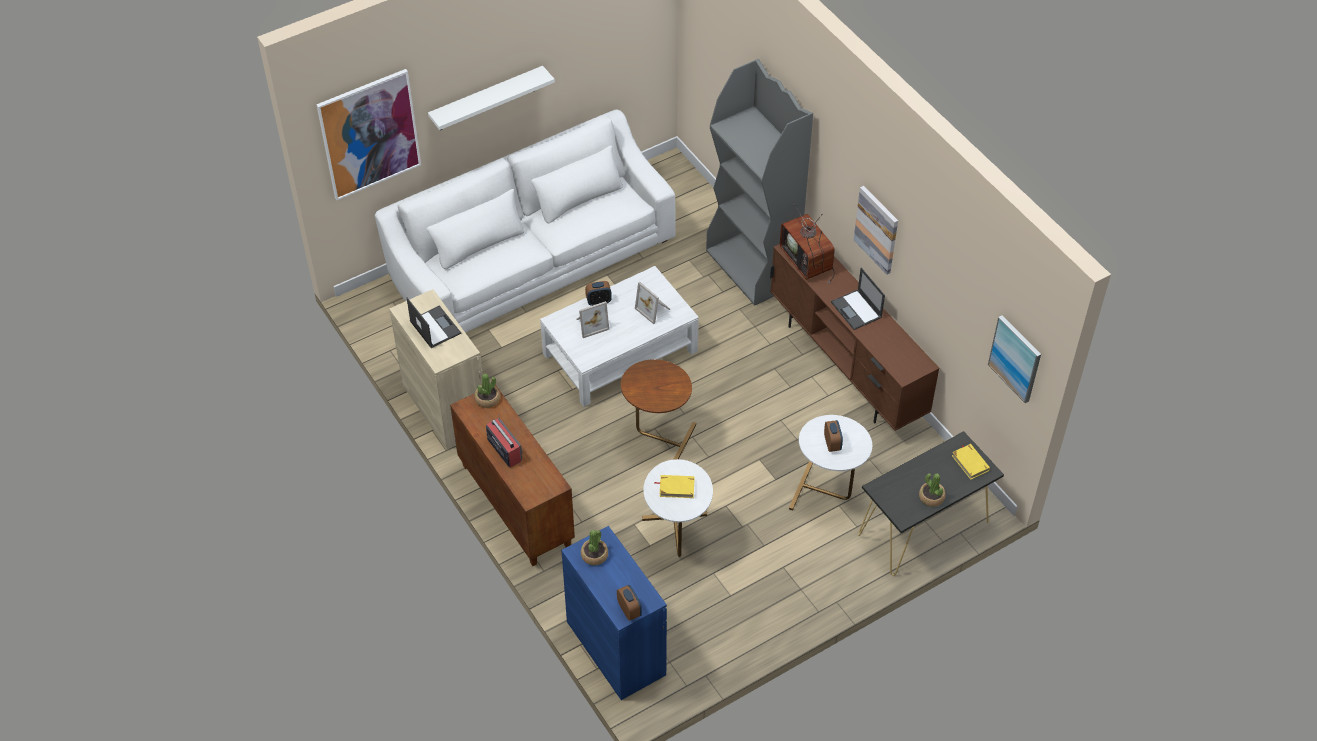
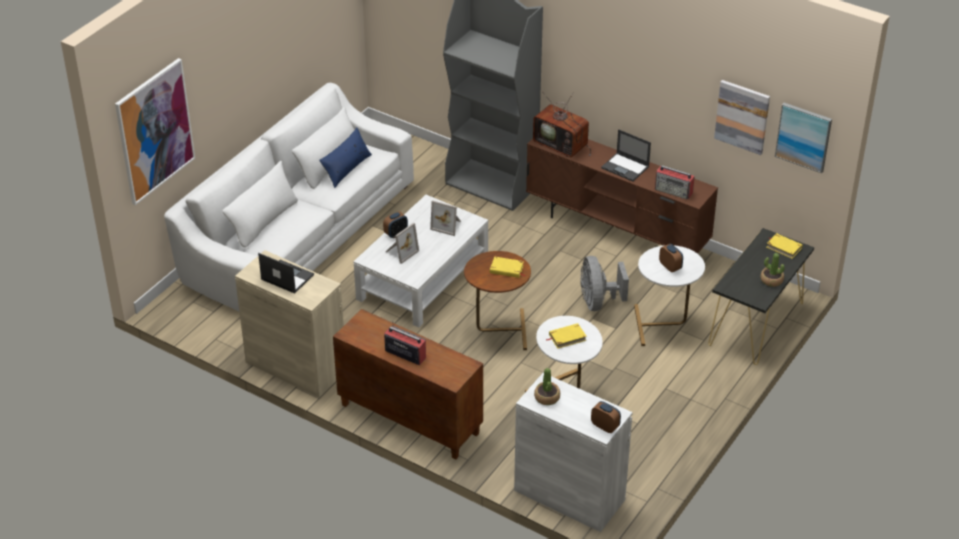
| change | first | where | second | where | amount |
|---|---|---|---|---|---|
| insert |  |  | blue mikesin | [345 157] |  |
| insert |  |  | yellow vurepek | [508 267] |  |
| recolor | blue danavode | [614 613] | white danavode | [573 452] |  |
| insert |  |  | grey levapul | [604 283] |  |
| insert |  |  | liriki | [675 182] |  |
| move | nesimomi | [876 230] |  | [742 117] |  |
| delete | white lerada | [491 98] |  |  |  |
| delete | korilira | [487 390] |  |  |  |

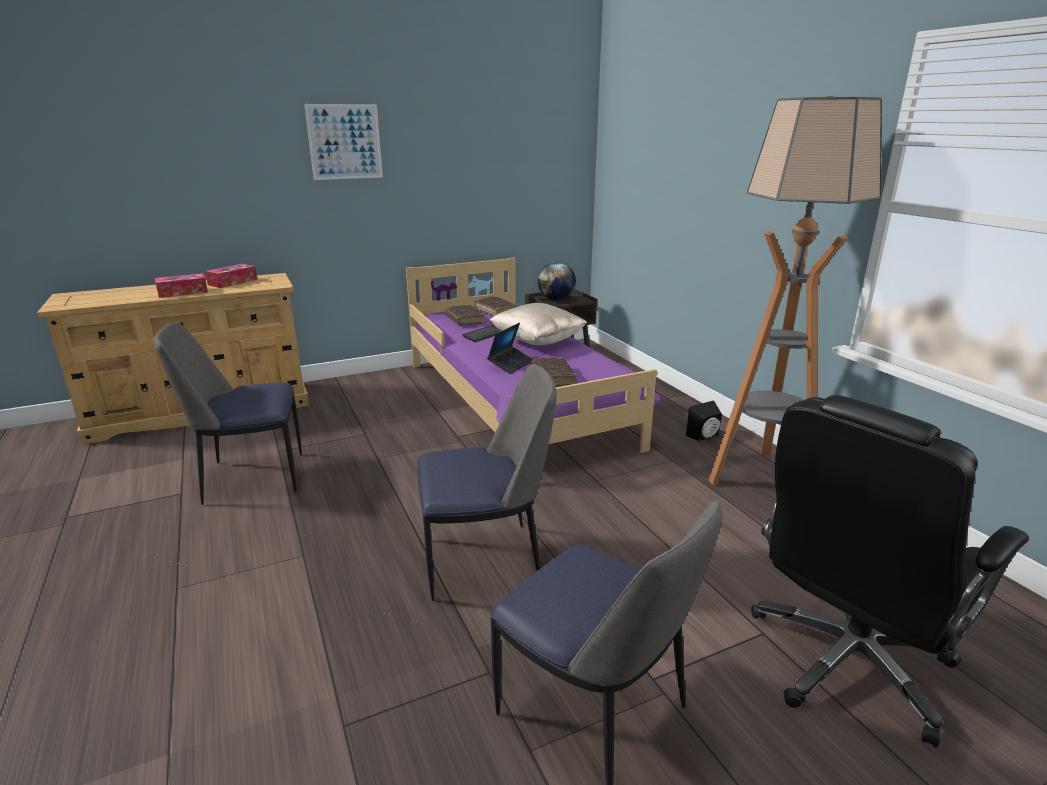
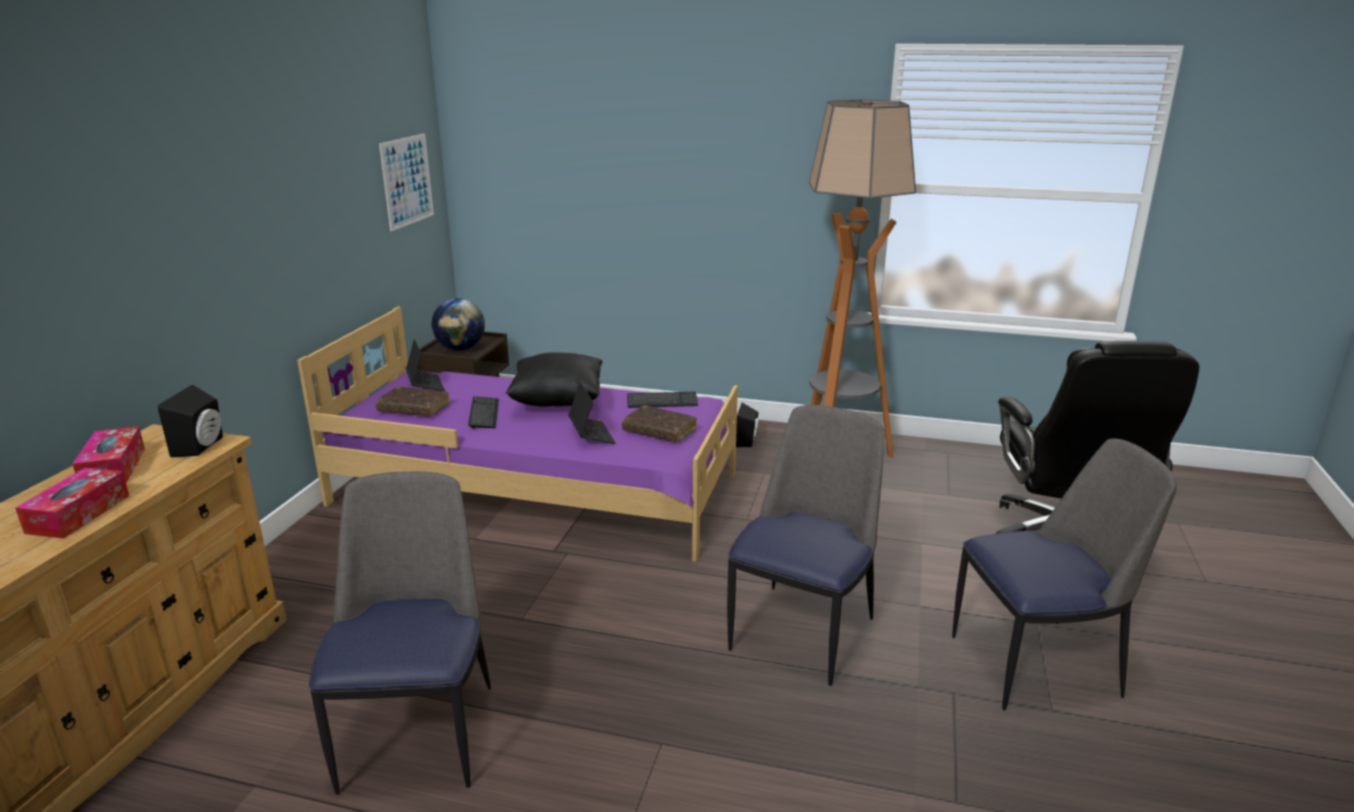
| change | first | where | second | where | amount |
|---|---|---|---|---|---|
| insert |  |  | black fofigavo | [190 421] |  |
| rotate | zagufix | [228 413] |  | [400 633] | 150 degrees clockwise |
| move | nesimomi | [343 142] |  | [406 182] |  |
| replace | brown vurepek | [496 306] | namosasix | [425 365] |  |
| recolor | beige mikesin | [538 324] | black mikesin | [554 379] |  |
| insert |  |  | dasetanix | [662 400] |  |

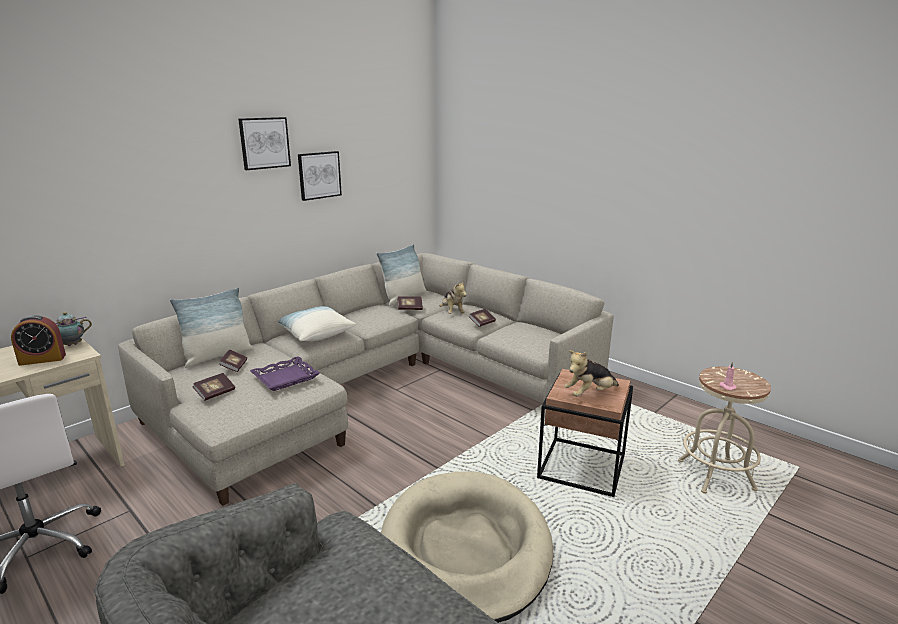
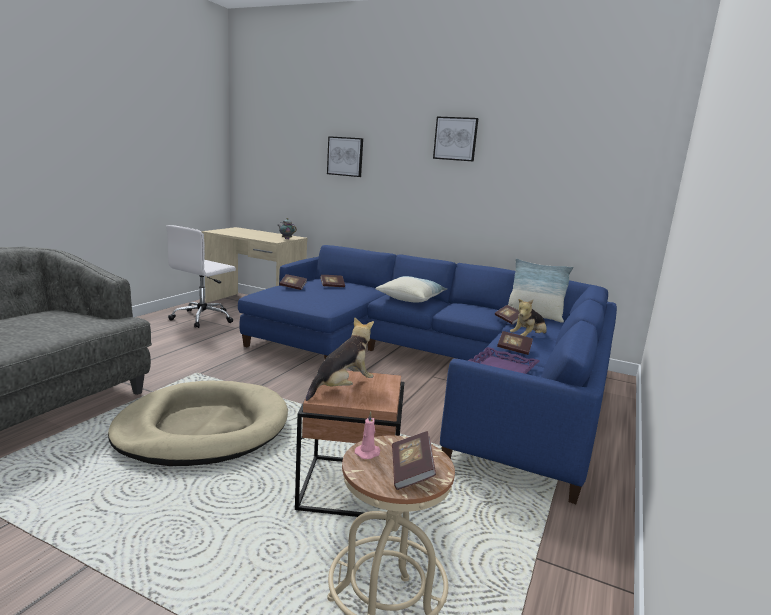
| change | first | where | second | where | amount |
|---|---|---|---|---|---|
| recolor | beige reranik | [366 379] | blue reranik | [427 374] |  |
| rotate | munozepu | [591 373] |  | [340 359] | 90 degrees clockwise |
| move | nesimomi | [320 176] |  | [345 156] |  |
| insert |  |  | vurepek | [414 460] |  |
| move | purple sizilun | [285 373] |  | [503 360] |  |
| delete | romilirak | [38 340] |  |  |  |
| delete | mikesin | [212 327] |  |  |  |

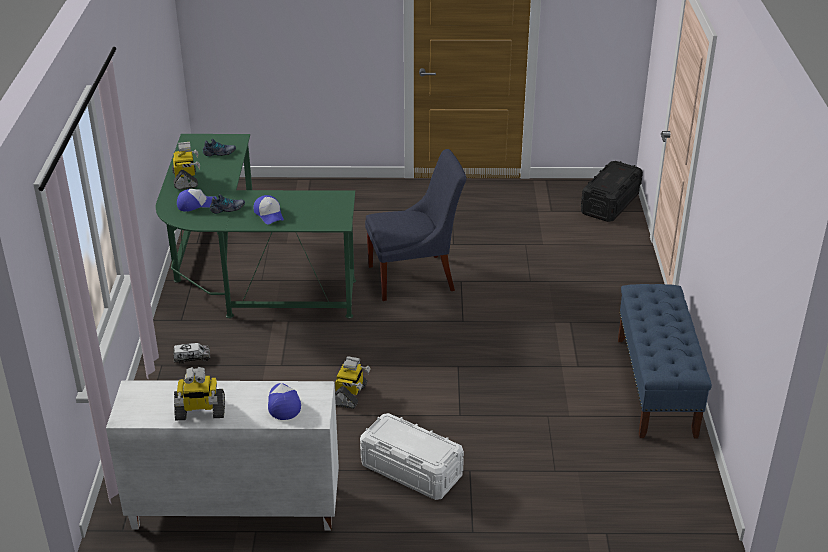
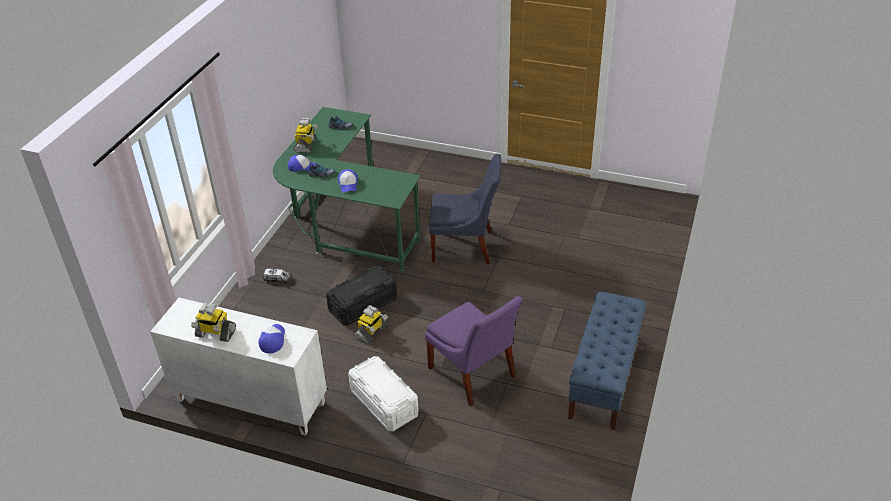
| change | first | where | second | where | amount |
|---|---|---|---|---|---|
| move | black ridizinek | [612 191] |  | [361 296] |  |
| insert |  |  | purple zagufix | [474 351] |  |

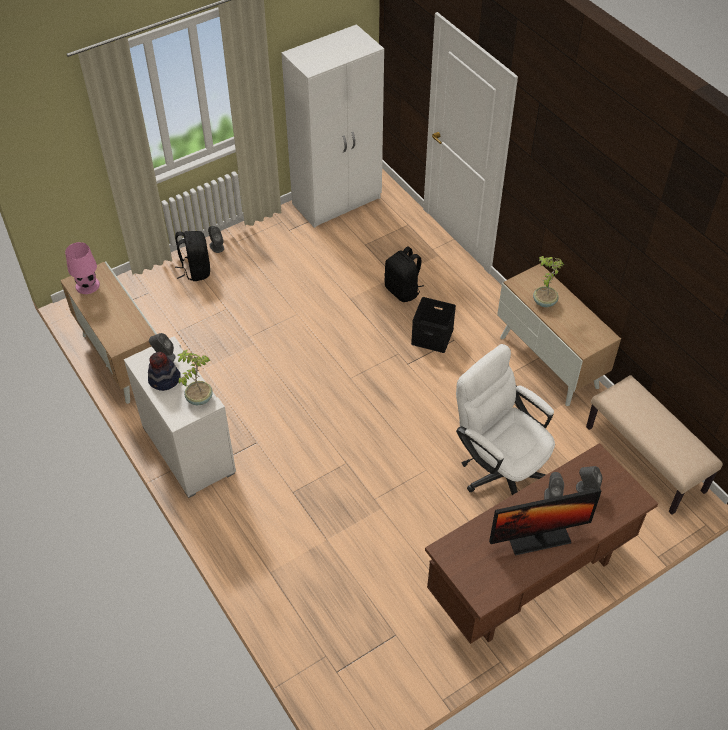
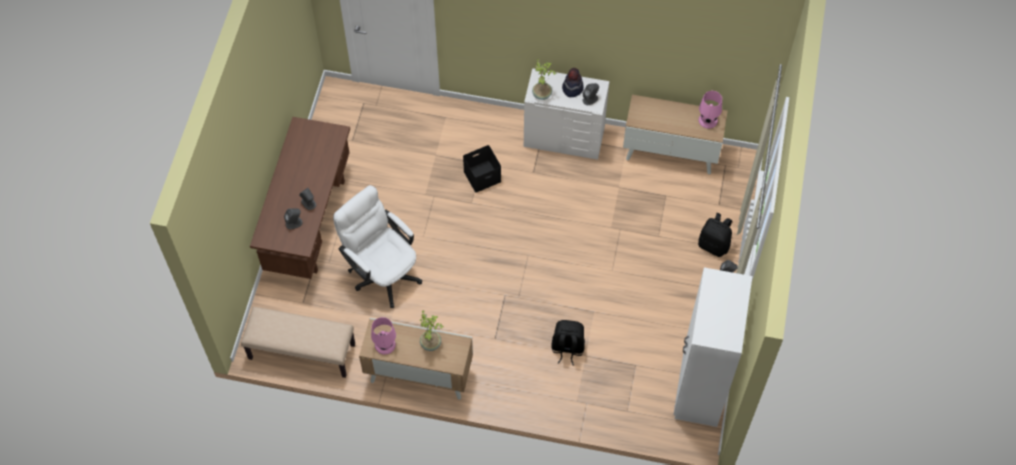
| change | first | where | second | where | amount |
|---|---|---|---|---|---|
| rotate | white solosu | [505 419] |  | [377 246] | 135 degrees counterclockwise |
| insert |  |  | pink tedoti | [383 336] |  |
| move | black ridizinek | [433 325] |  | [482 169] |  |
| delete | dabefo | [545 521] |  |  |  |

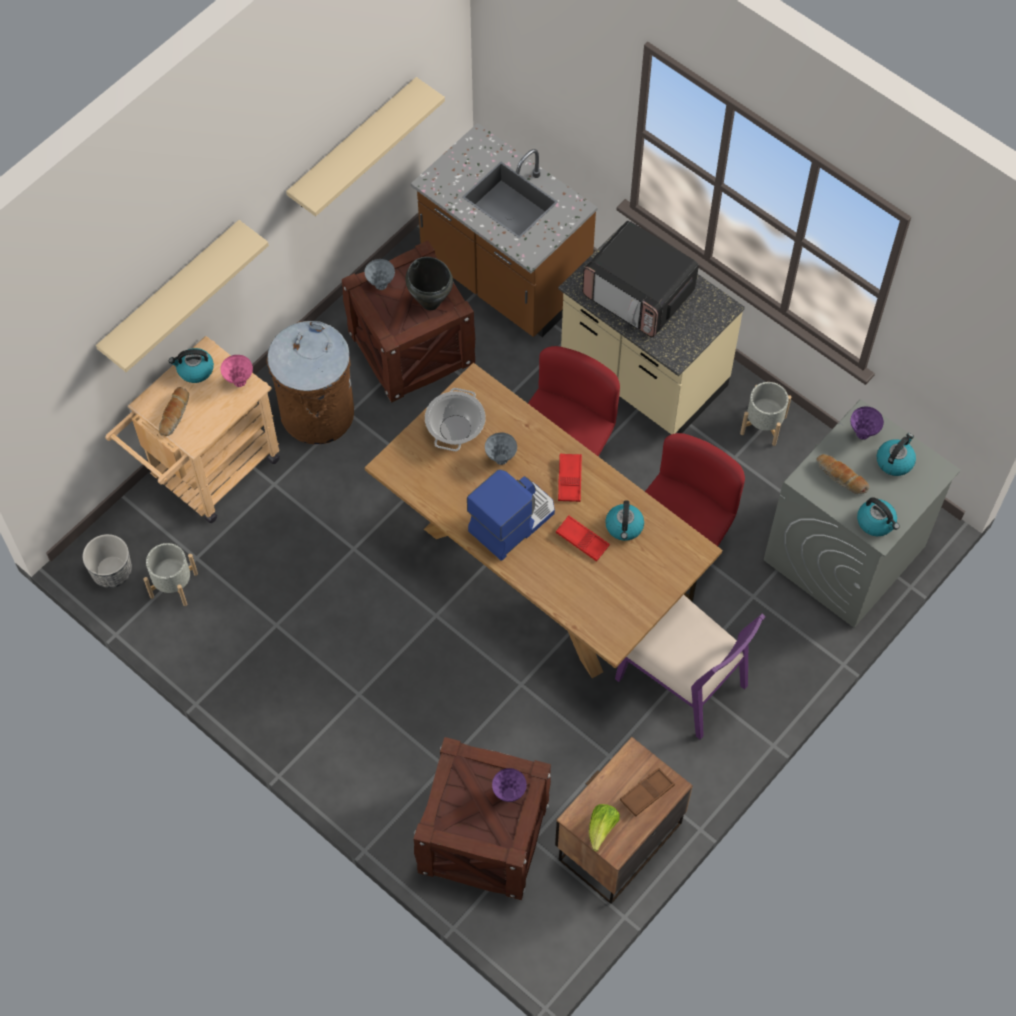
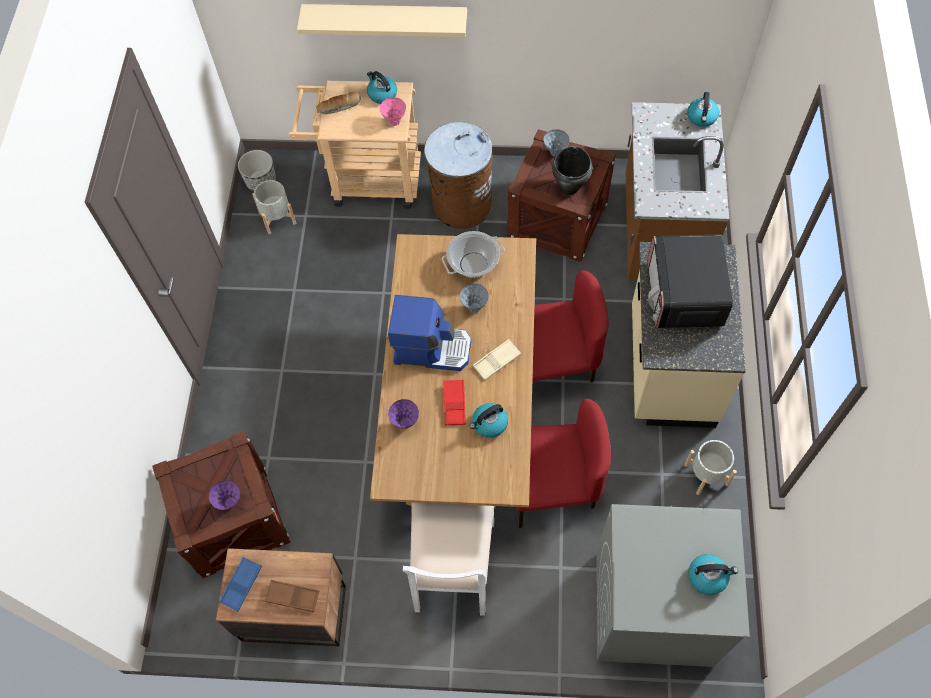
| change | first | where | second | where | amount |
|---|---|---|---|---|---|
| replace | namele | [604 828] | blue sizilun | [240 584] |  |
| move | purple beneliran | [867 423] |  | [403 414] |  |
| recolor | purple zagufix | [690 667] | white zagufix | [448 559] |  |
| recolor | red sizilun | [570 477] | beige sizilun | [497 359] |  |
| move | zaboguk | [878 516] |  | [703 109] |  |
| delete | beige lerada | [365 147] |  |  |  |
| delete | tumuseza | [843 474] |  |  |  |

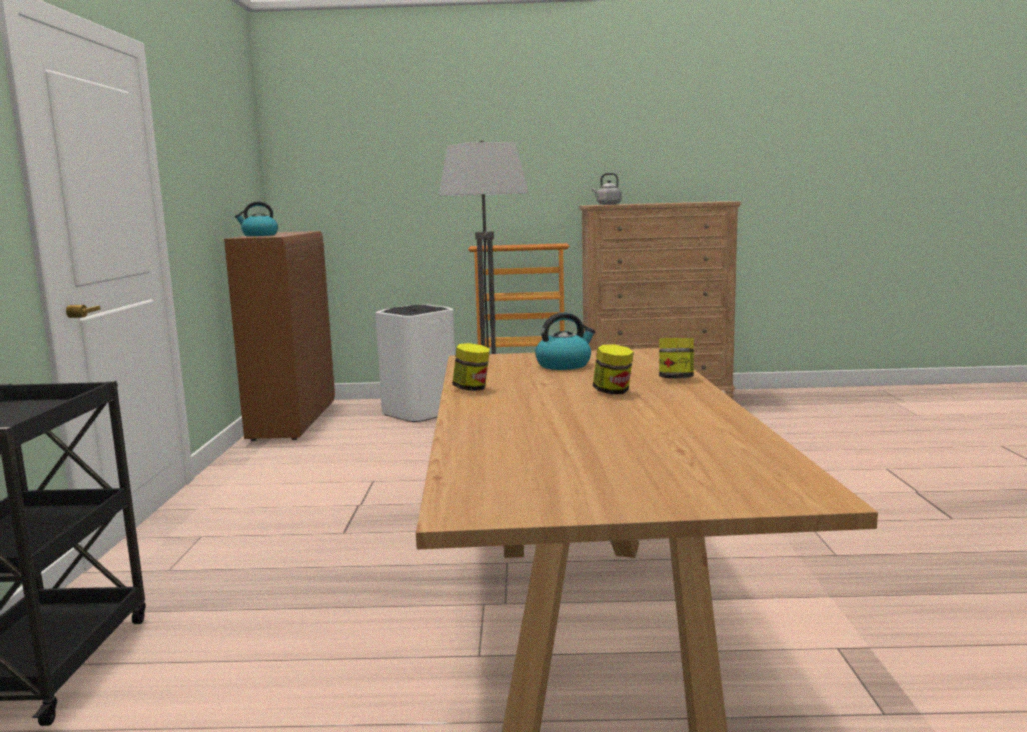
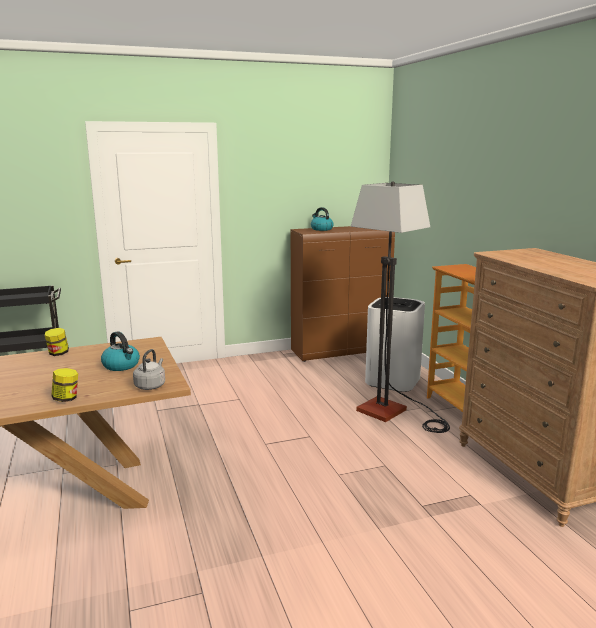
| change | first | where | second | where | amount |
|---|---|---|---|---|---|
| move | grey zaboguk | [607 189] |  | [149 369] |  |
| delete | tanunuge | [613 369] |  |  |  |

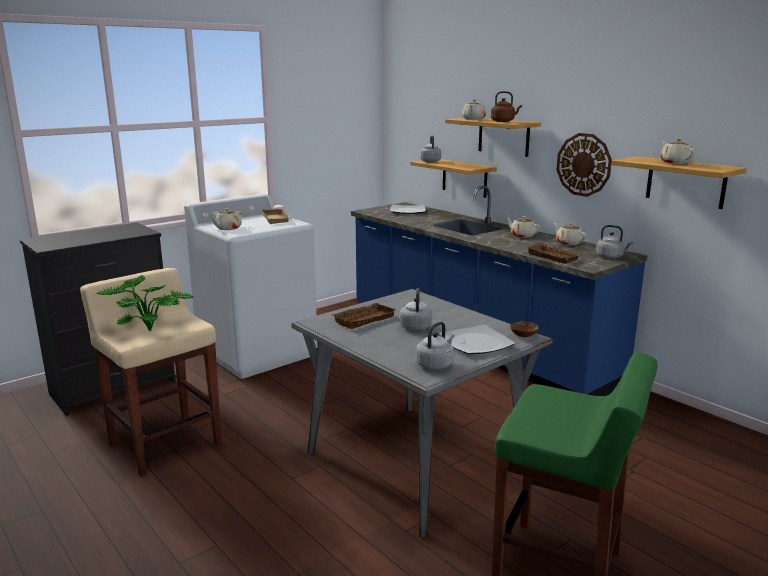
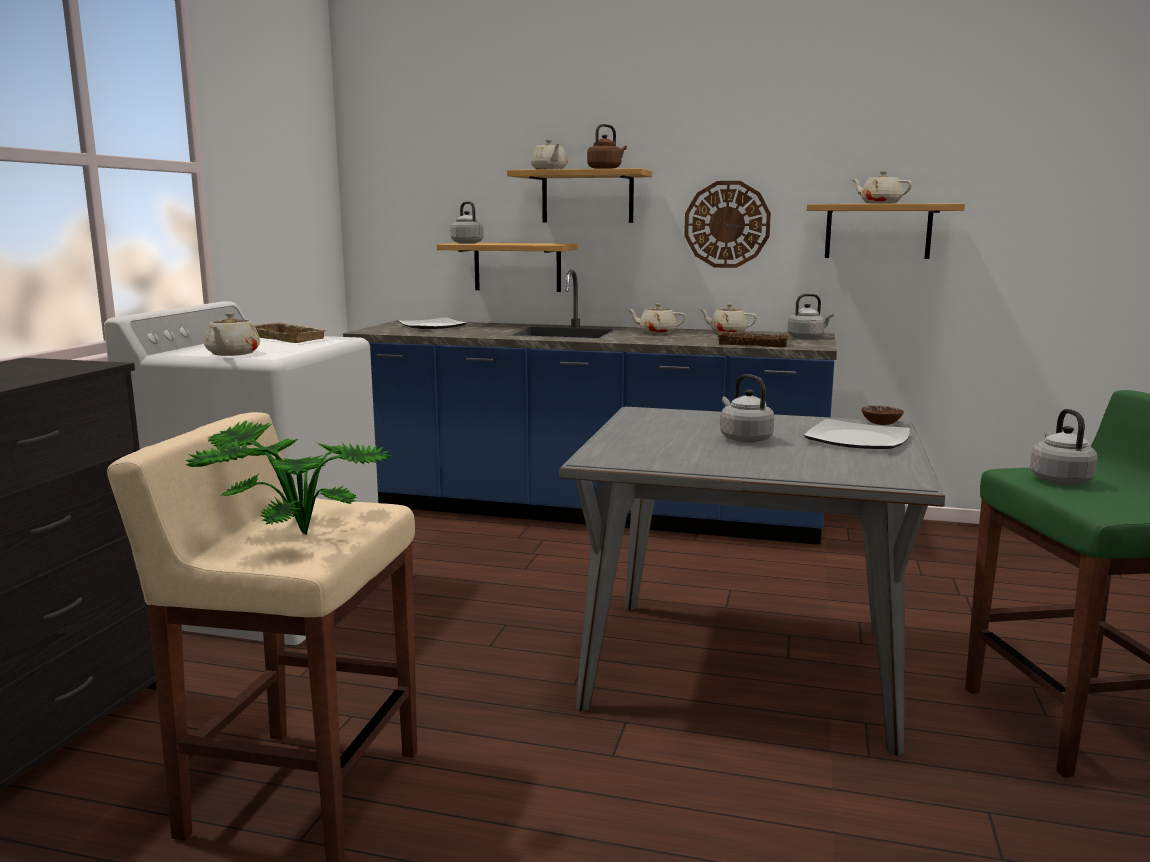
| change | first | where | second | where | amount |
|---|---|---|---|---|---|
| move | grey zaboguk | [435 346] |  | [1064 447] |  |
| delete | brown sizilun | [364 316] |  |  |  |

